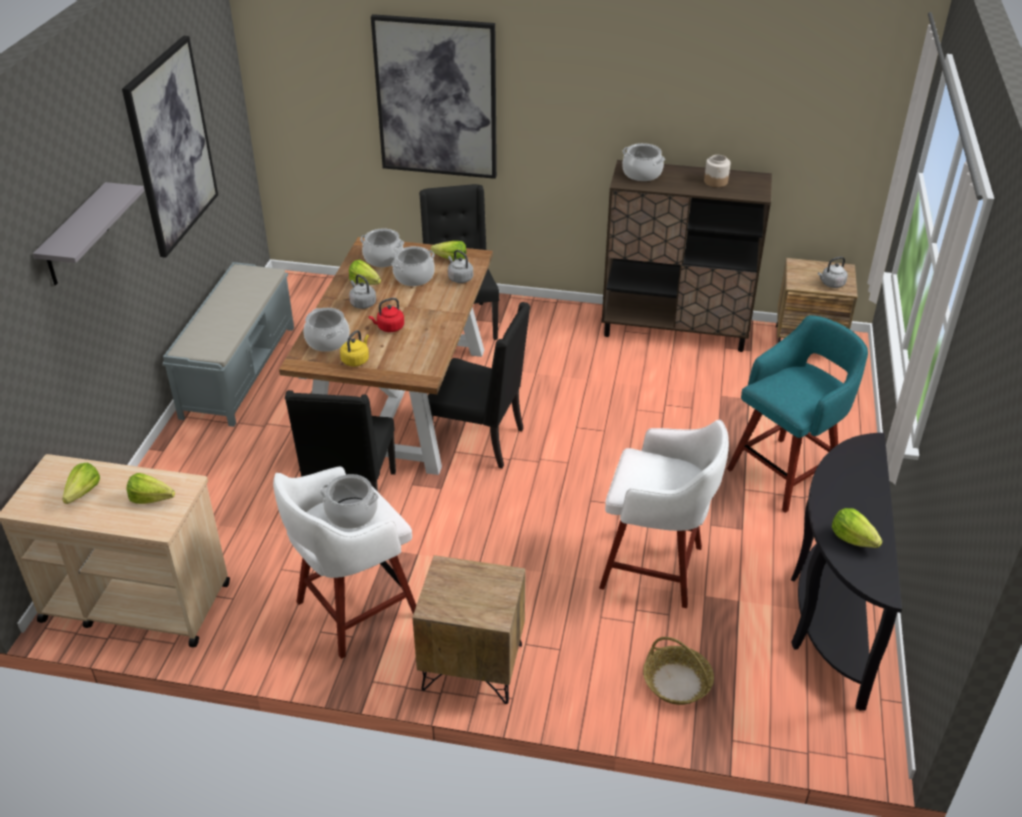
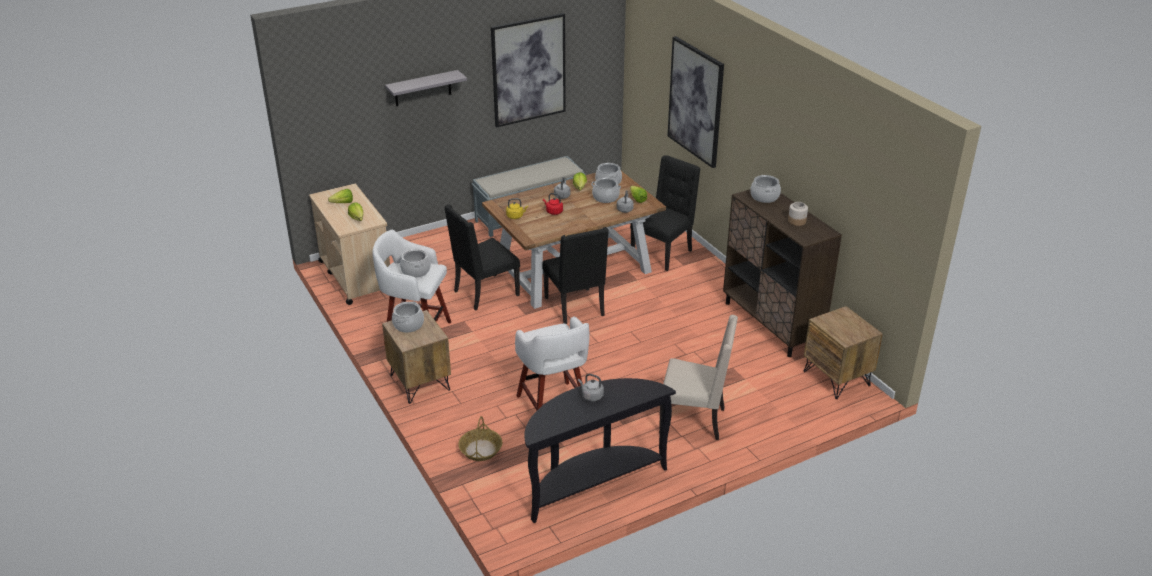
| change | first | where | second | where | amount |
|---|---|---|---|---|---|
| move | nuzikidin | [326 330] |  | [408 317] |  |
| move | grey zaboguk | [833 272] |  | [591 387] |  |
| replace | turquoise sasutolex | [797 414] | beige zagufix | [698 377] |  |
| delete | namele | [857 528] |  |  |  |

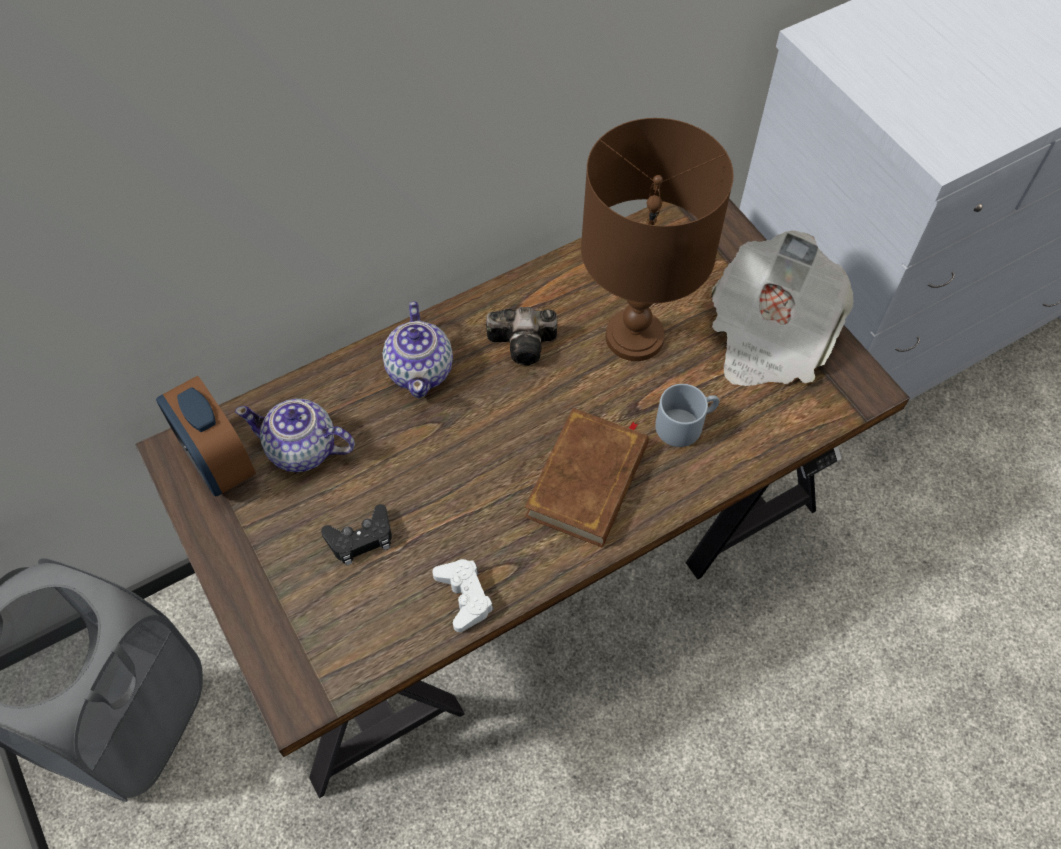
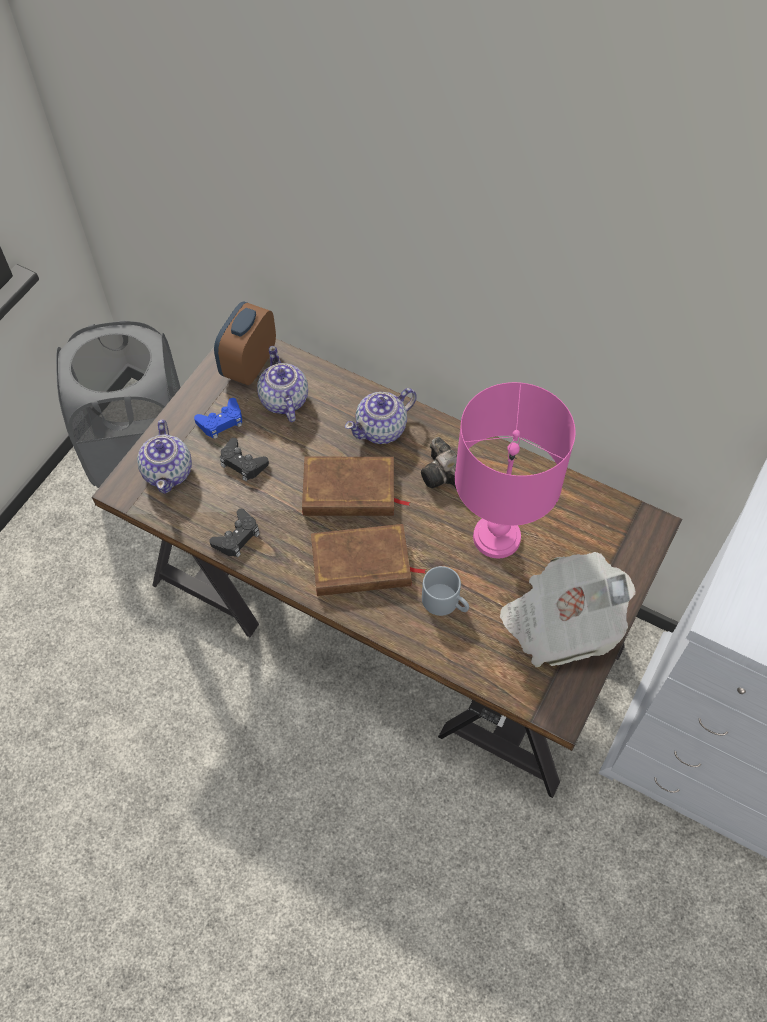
| change | first | where | second | where | amount |
|---|---|---|---|---|---|
| insert |  |  | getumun | [164 457] |  |
| insert |  |  | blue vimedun | [218 418] |  |
| recolor | white vimedun | [463 595] | black vimedun | [234 533] |  |
| insert |  |  | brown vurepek | [356 486] |  |
| recolor | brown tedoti | [657 239] | pink tedoti | [515 470] |  |

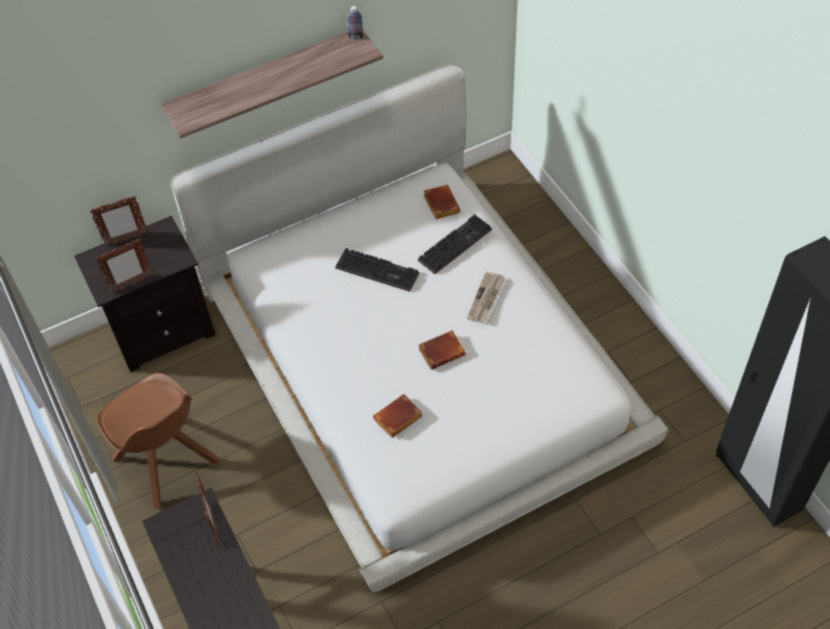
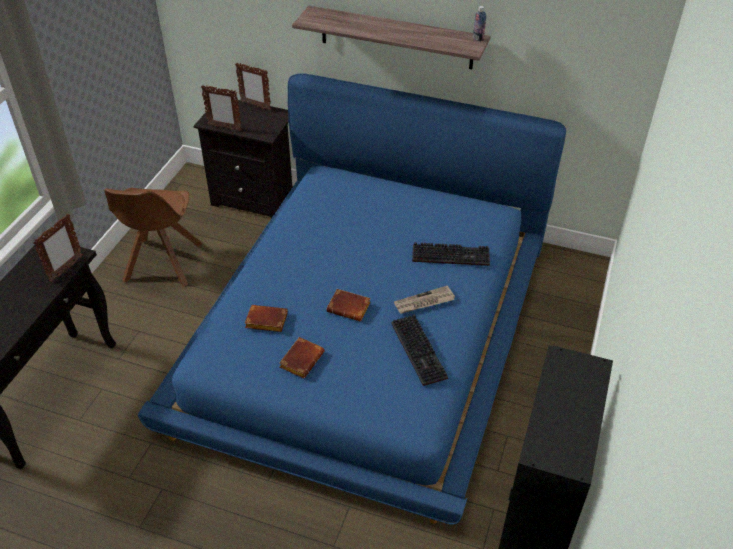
| change | first | where | second | where | amount |
|---|---|---|---|---|---|
| recolor | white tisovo | [420 328] | blue tisovo | [352 299] |  |
| move | brown vurepek | [442 202] |  | [302 357] |  |
| move | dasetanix | [377 270] |  | [420 350] |  |

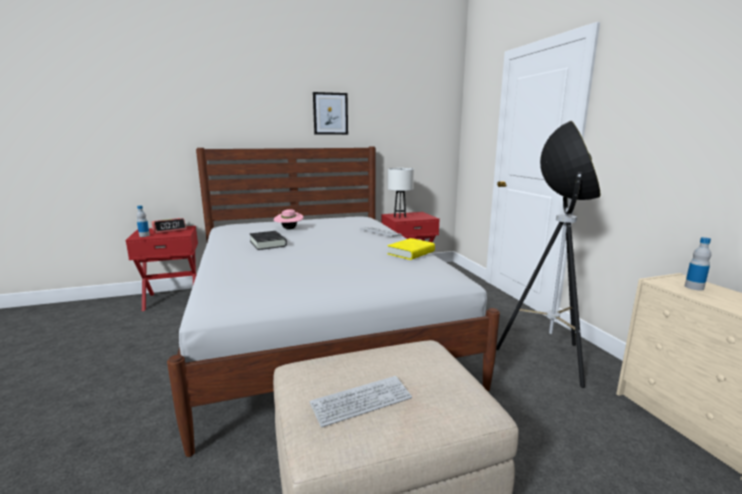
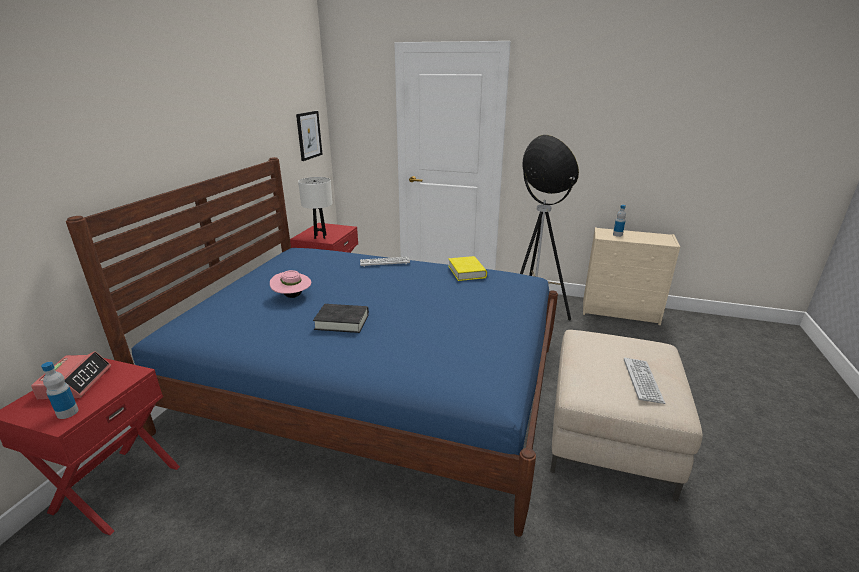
| change | first | where | second | where | amount |
|---|---|---|---|---|---|
| recolor | white tisovo | [333 301] | blue tisovo | [312 347] |  |
| move | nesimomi | [330 113] |  | [309 136] |  |

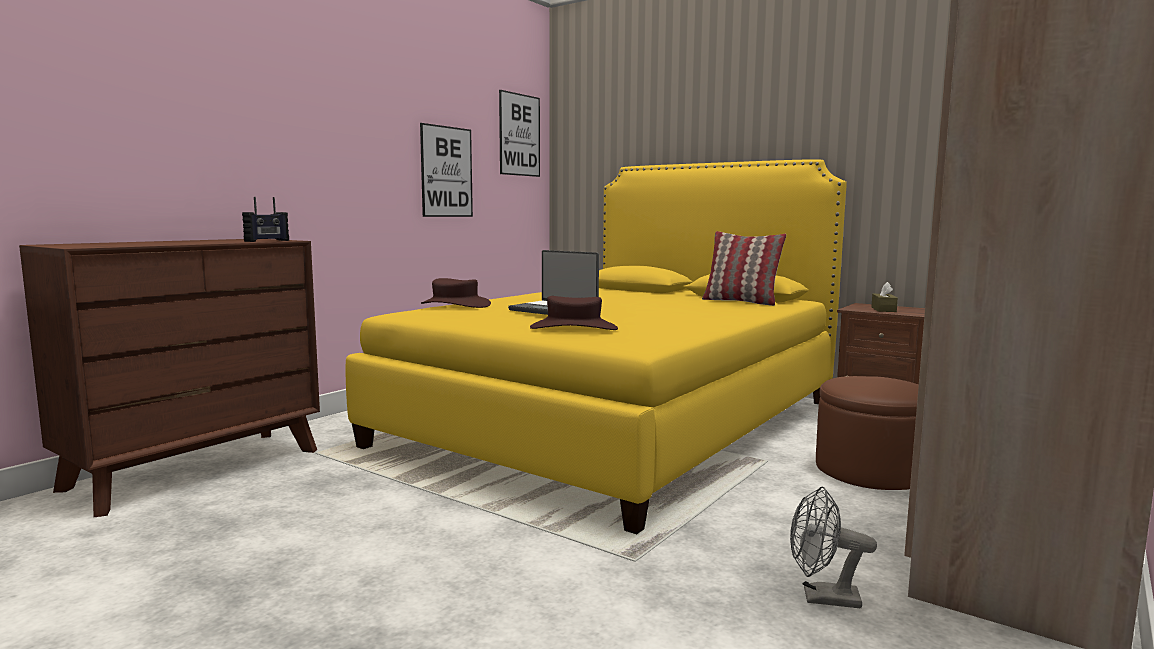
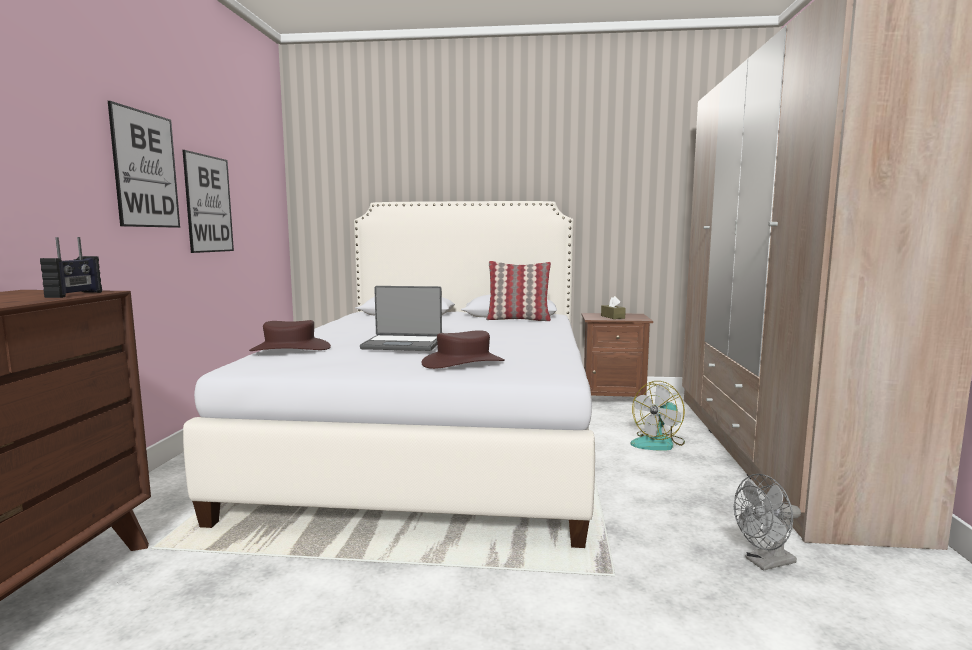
| change | first | where | second | where | amount |
|---|---|---|---|---|---|
| move | nesimomi | [519 133] |  | [144 164] |  |
| recolor | yellow tisovo | [596 346] | white tisovo | [389 374] |  |
| replace | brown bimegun | [867 433] | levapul | [657 416] |  |

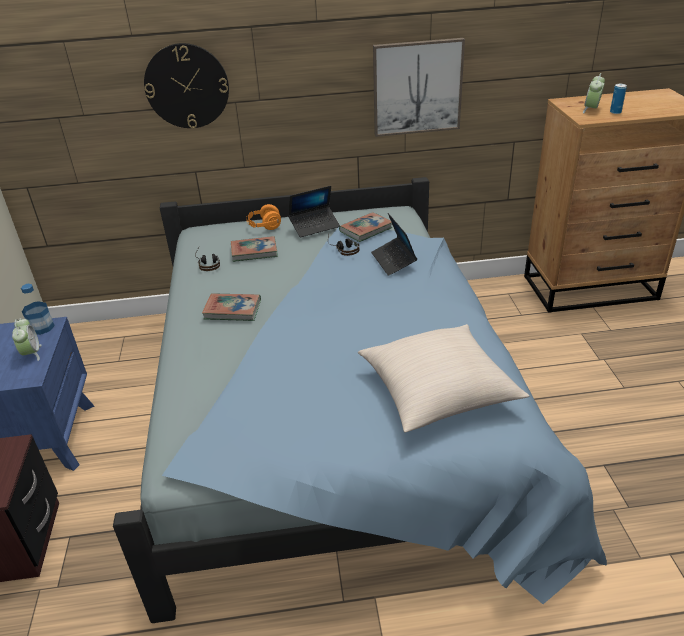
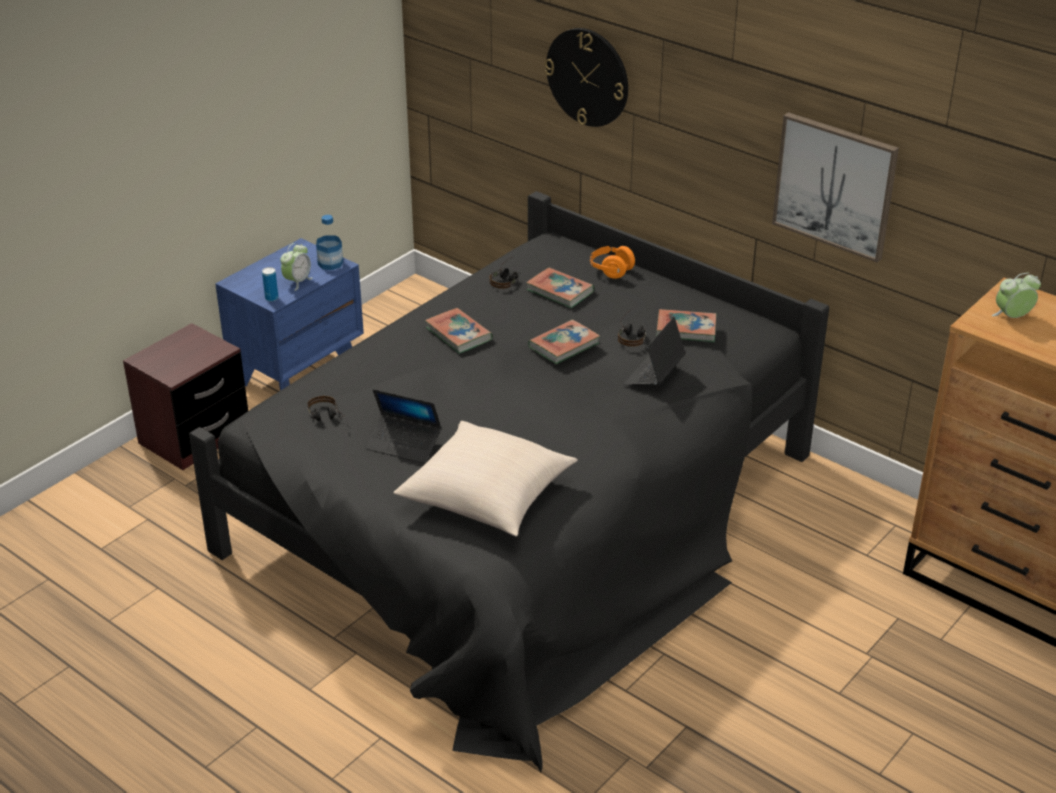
| change | first | where | second | where | amount |
|---|---|---|---|---|---|
| recolor | blue tisovo | [360 400] | black tisovo | [509 481] |  |
| move | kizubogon | [618 99] |  | [270 284] |  |
| insert |  |  | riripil | [326 408] |  |
| move | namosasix | [314 211] |  | [403 426] |  |
| insert |  |  | vurepek | [564 342] |  |

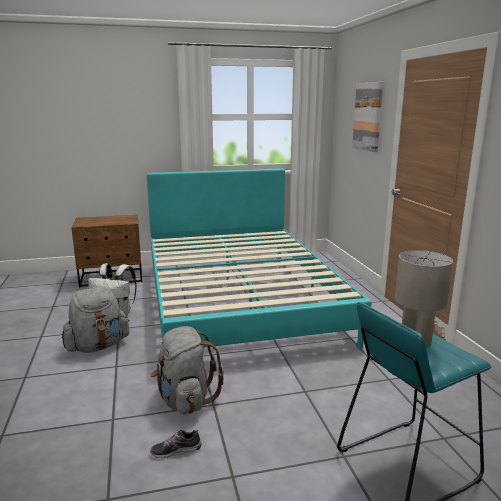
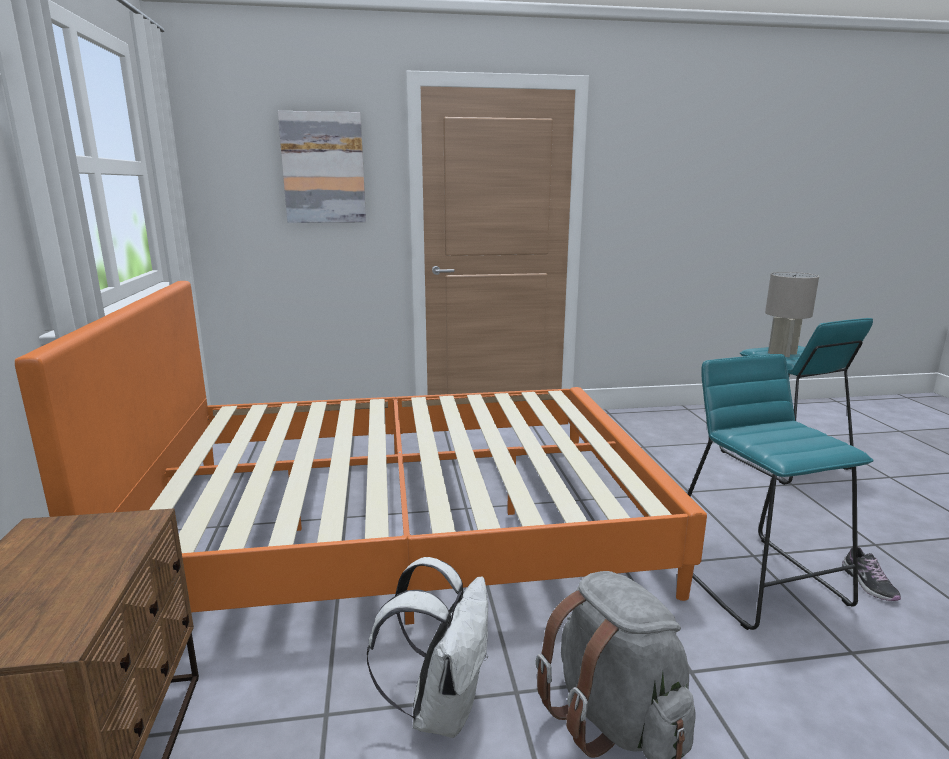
| change | first | where | second | where | amount |
|---|---|---|---|---|---|
| recolor | turquoise tisovo | [259 258] | orange tisovo | [361 453] |  |
| replace | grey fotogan | [187 370] | turquoise sasutolex | [780 492] |  |

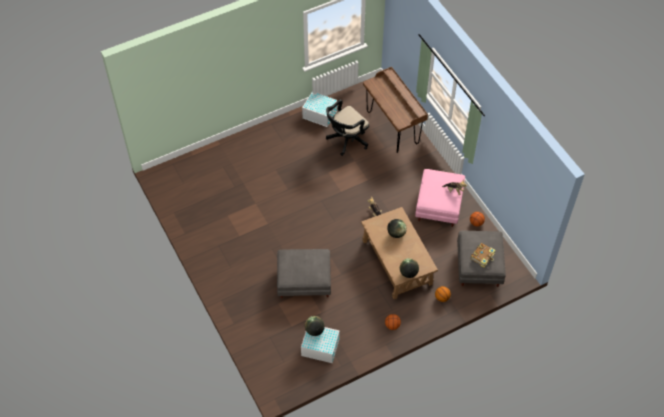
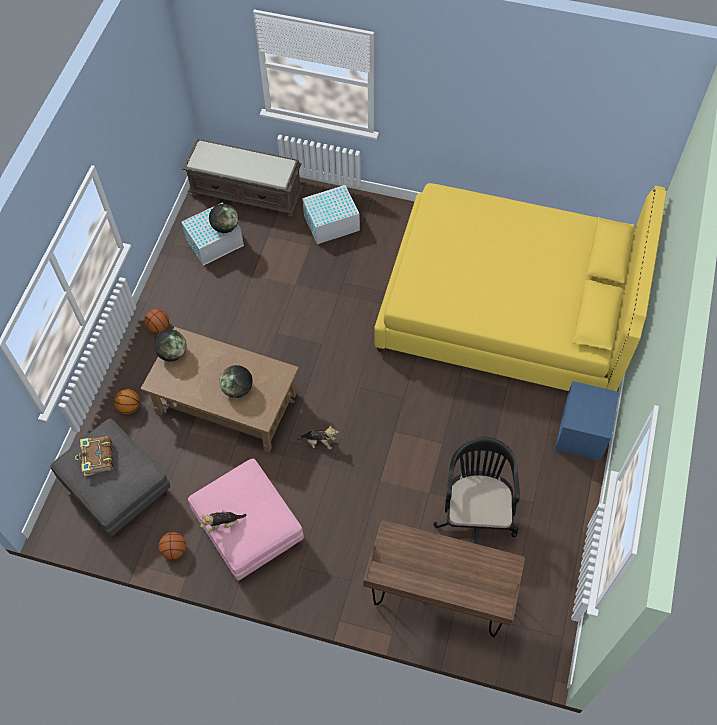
| change | first | where | second | where | amount |
|---|---|---|---|---|---|
| insert |  |  | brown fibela | [243 178] |  |
| move | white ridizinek | [319 109] |  | [331 214] |  |
| insert |  |  | yellow tisovo | [520 287] |  |
| insert |  |  | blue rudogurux | [587 421] |  |
| delete | grey bimegun | [304 273] |  |  |  |

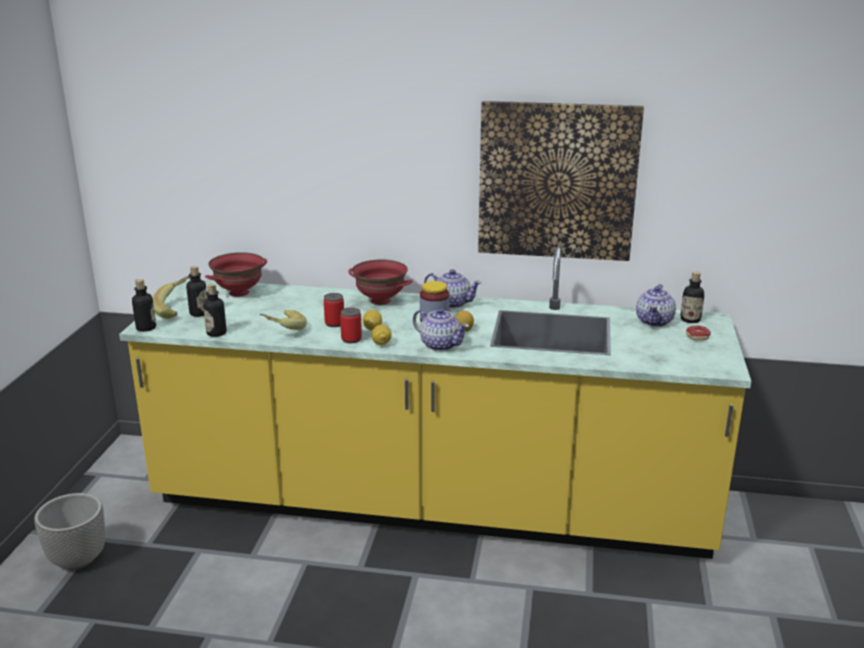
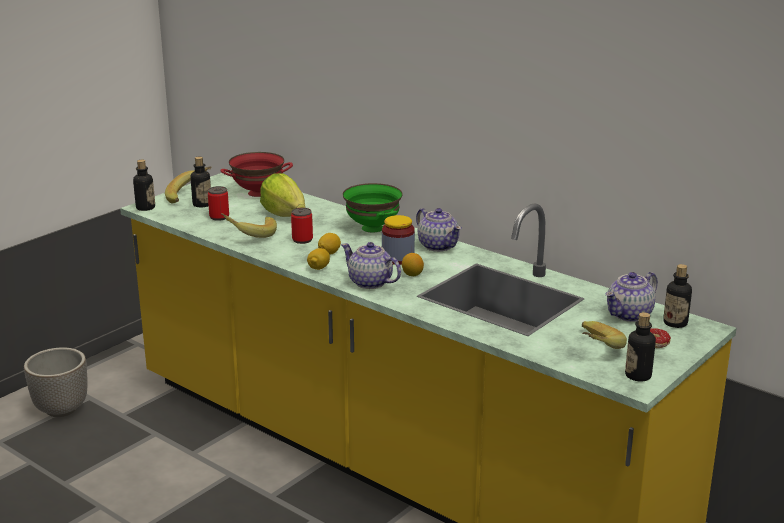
| change | first | where | second | where | amount |
|---|---|---|---|---|---|
| move | kizubogon | [351 325] |  | [218 203] |  |
| insert |  |  | namele | [282 195] |  |
| rotate | getumun | [441 329] |  | [371 265] | 150 degrees clockwise |
| recolor | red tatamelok | [380 282] | green tatamelok | [373 208] |  |
| insert |  |  | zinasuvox | [604 335] |  |
| move | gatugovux | [215 310] |  | [640 346] |  |
| delete | nesimomi | [561 181] |  |  |  |

